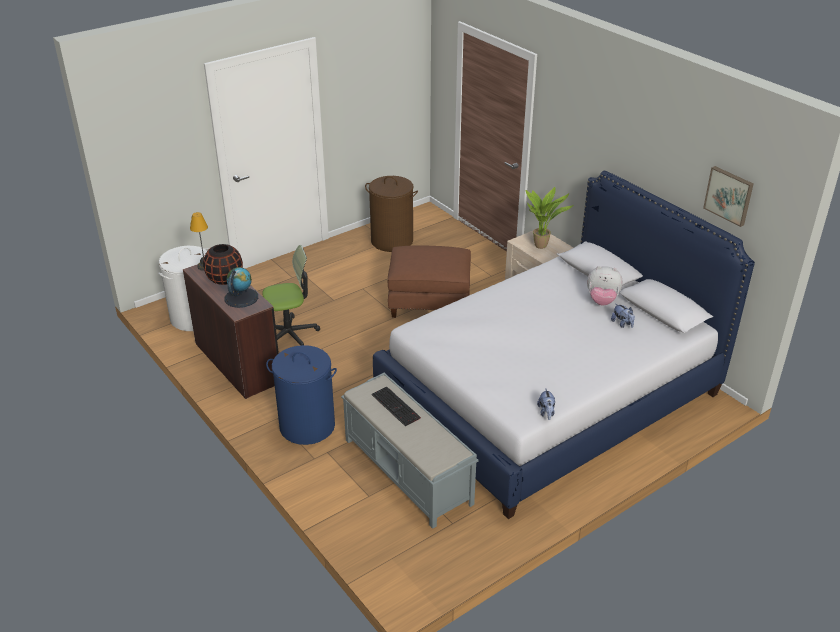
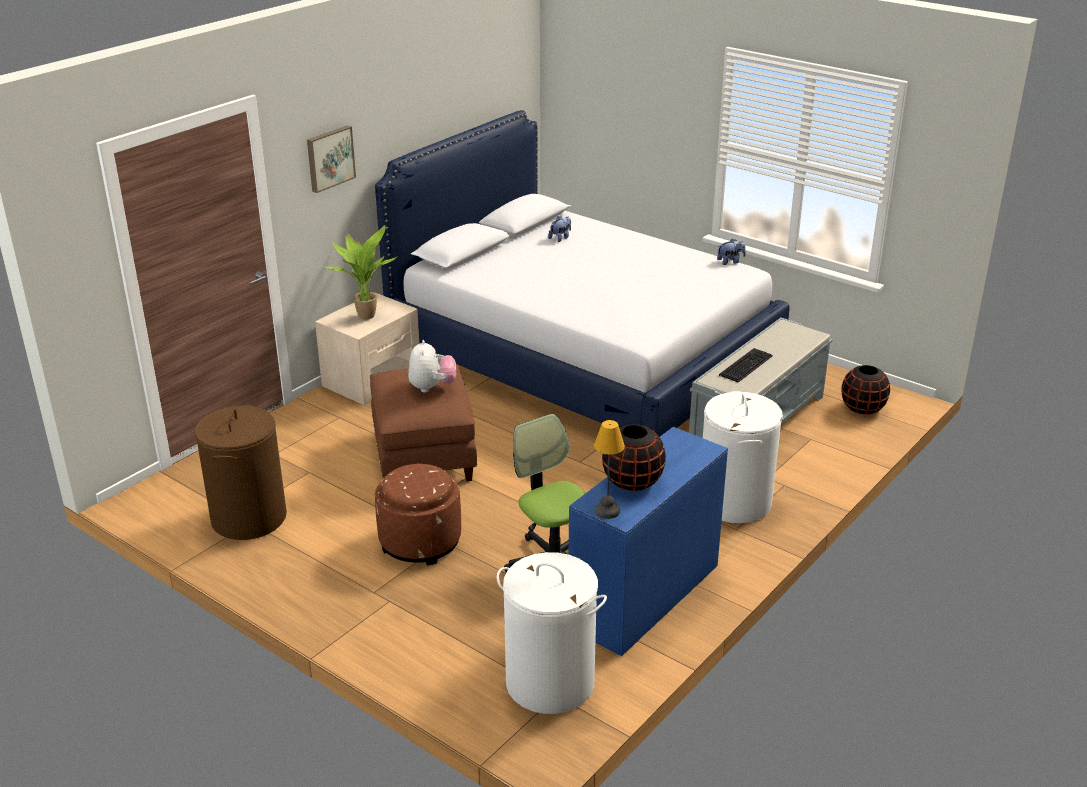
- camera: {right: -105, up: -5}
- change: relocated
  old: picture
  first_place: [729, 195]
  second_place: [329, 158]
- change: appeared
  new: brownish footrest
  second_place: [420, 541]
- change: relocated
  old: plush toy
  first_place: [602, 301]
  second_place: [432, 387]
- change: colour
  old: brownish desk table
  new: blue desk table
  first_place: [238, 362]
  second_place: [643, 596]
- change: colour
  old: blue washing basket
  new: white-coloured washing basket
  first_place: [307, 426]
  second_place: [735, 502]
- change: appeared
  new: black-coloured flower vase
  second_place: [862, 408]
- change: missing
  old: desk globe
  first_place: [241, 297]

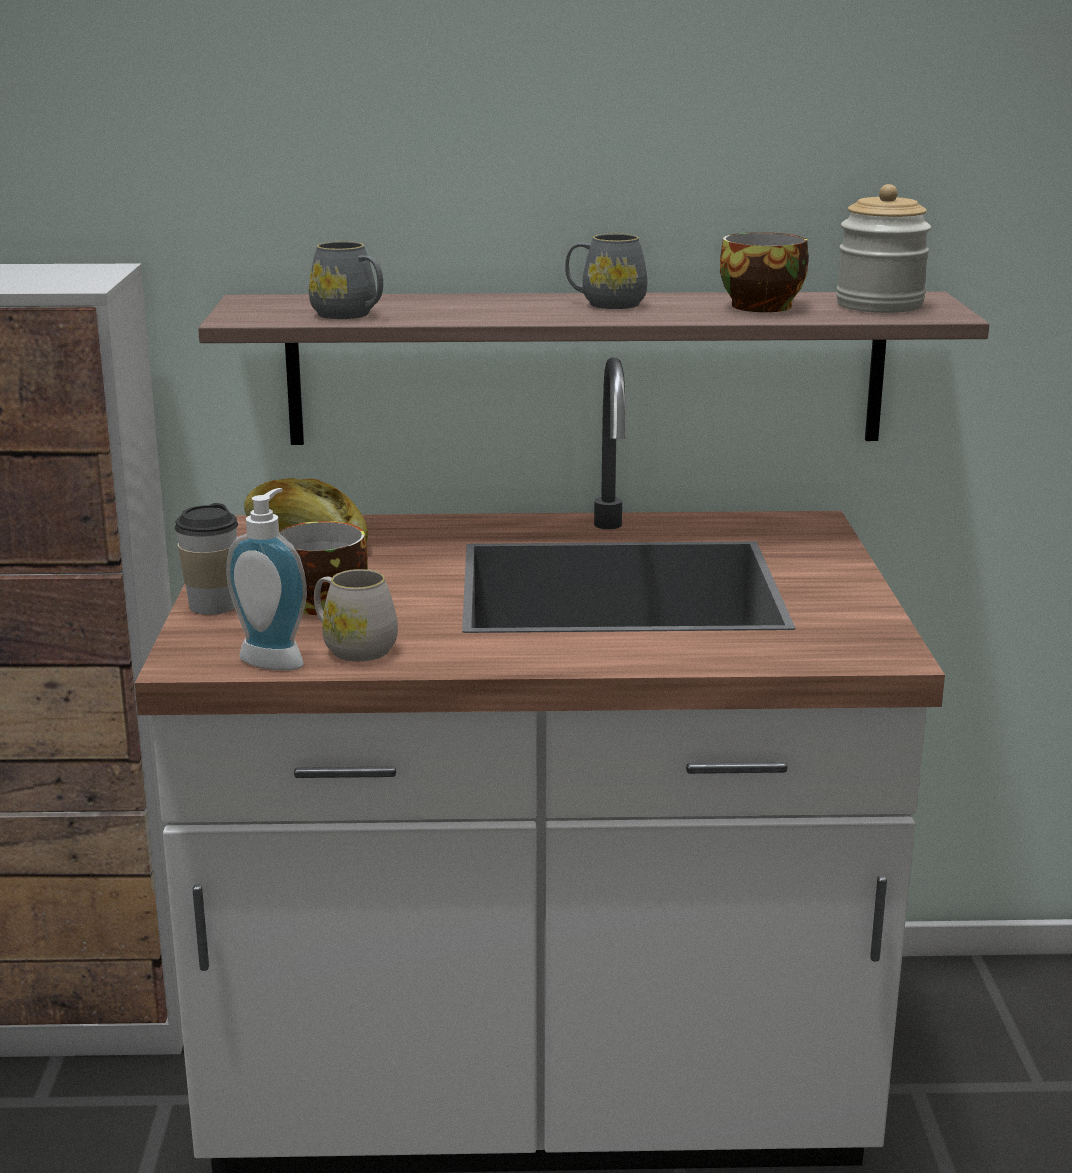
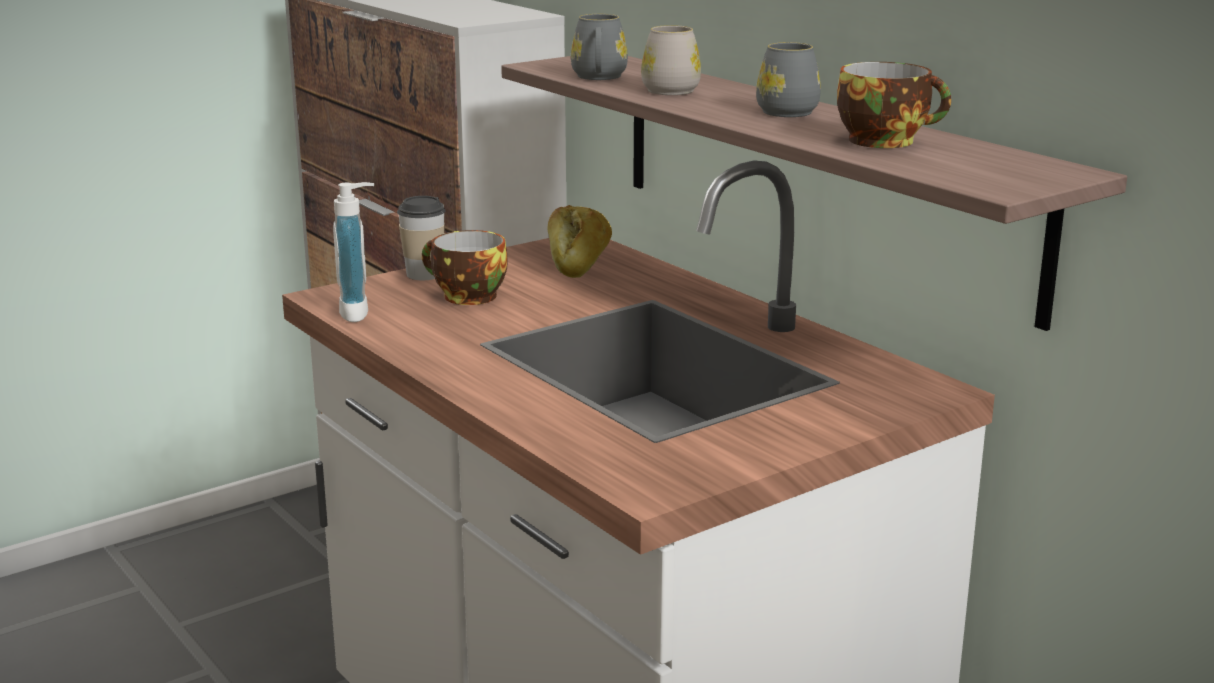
- camera: {right: 55, up: 0}
- change: relocated
  old: white-coloured tea mug
  first_place: [353, 648]
  second_place: [670, 89]
- change: missing
  old: preserve jar
  first_place: [879, 305]

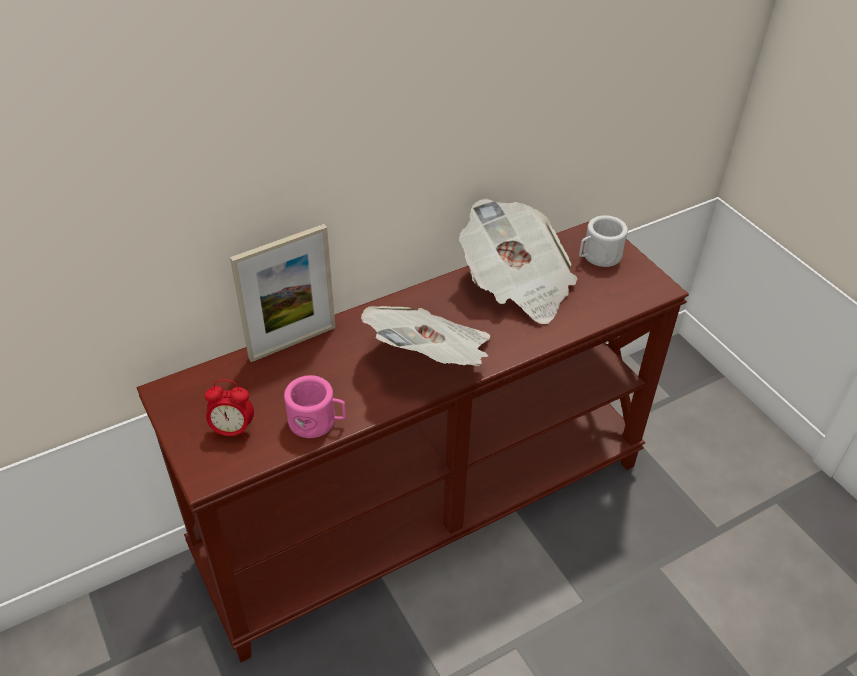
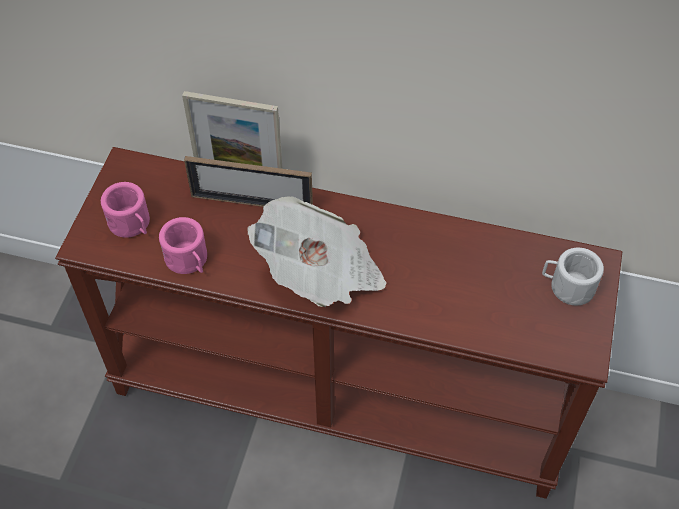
- camera: {right: 45, up: 10}
- change: exchanged
  old: bedside clock
  new: pink-coloured tea mug
  first_place: [232, 430]
  second_place: [132, 224]
- change: appeared
  new: photo frame
  second_place: [251, 203]
- change: missing
  old: printed paper
  first_place: [517, 285]

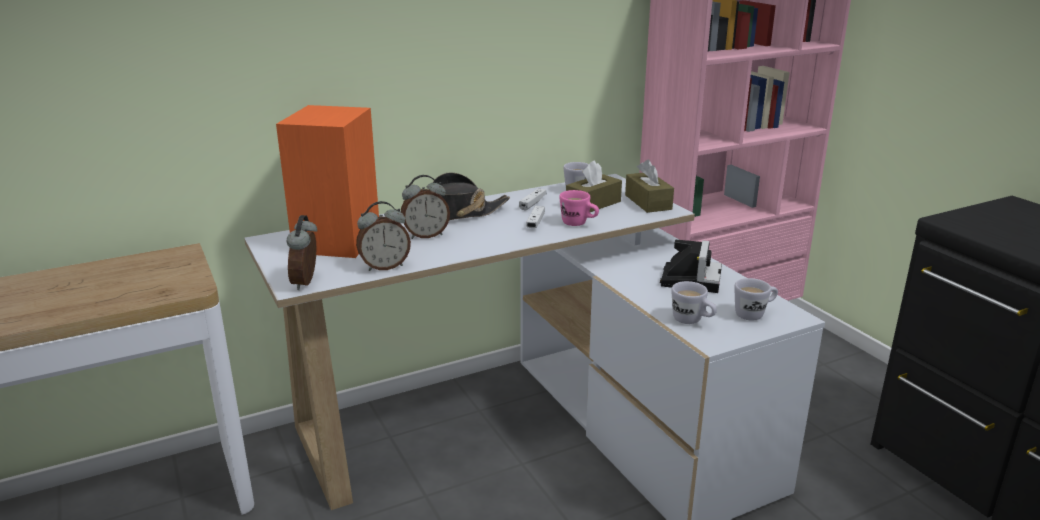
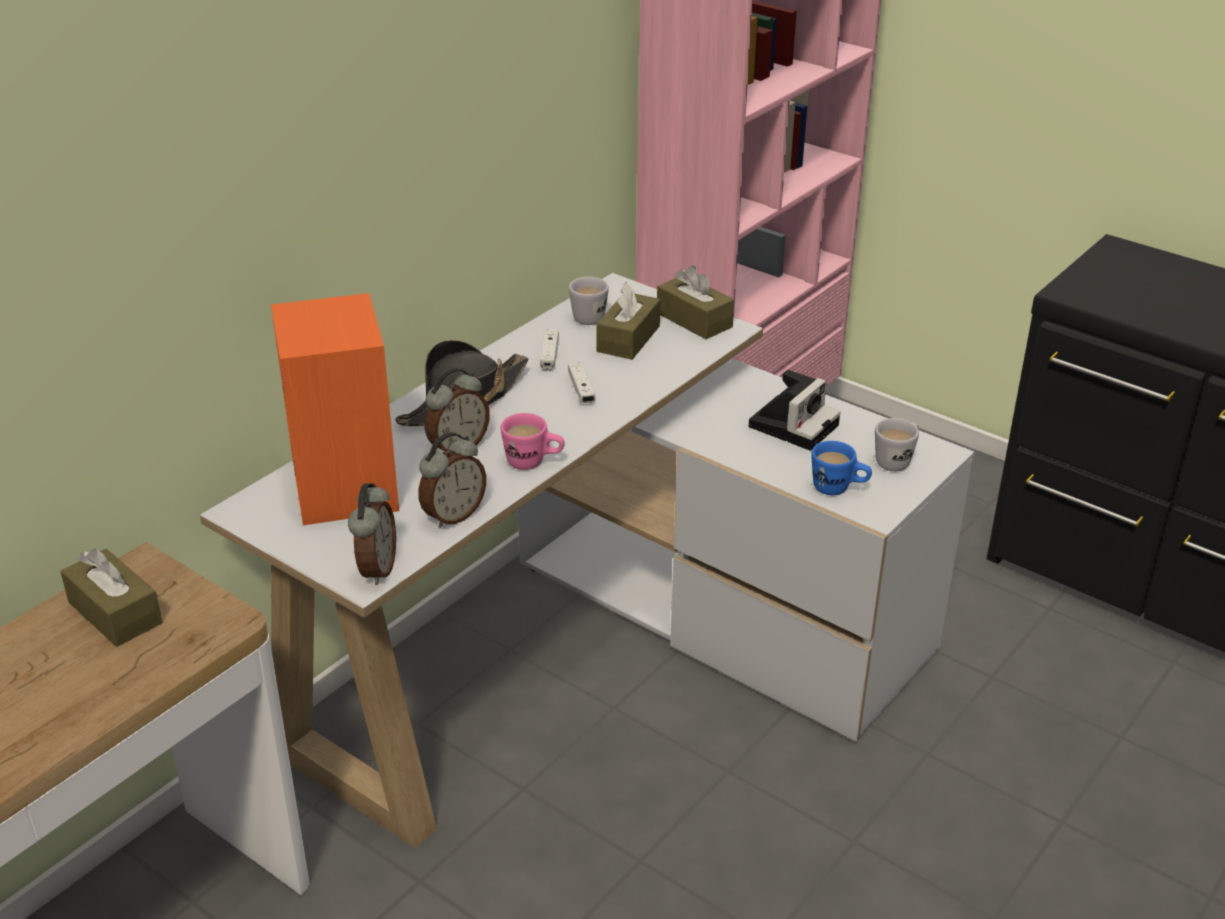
- camera: {right: -25, up: 10}
- change: appeared
  new: brownish box of tissues
  second_place: [115, 613]
- change: spun
  old: bedside clock
  first_place: [307, 282]
  second_place: [376, 569]
  degrees: -150
- change: relocated
  old: pink-coloured tea mug
  first_place: [579, 224]
  second_place: [533, 463]
- change: spun
  old: photo camera
  first_place: [690, 279]
  second_place: [794, 424]
  degrees: 45
- change: colour
  old: white-coloured tea mug
  new: blue tea mug
  first_place: [692, 321]
  second_place: [838, 489]

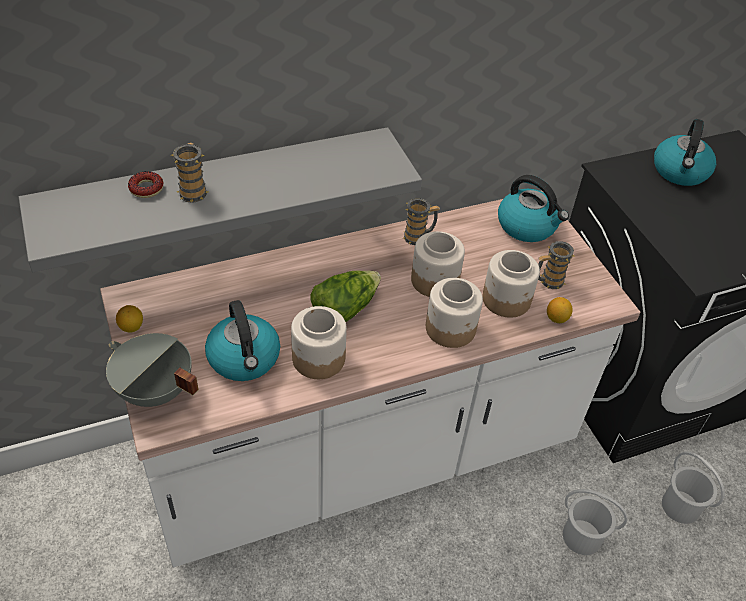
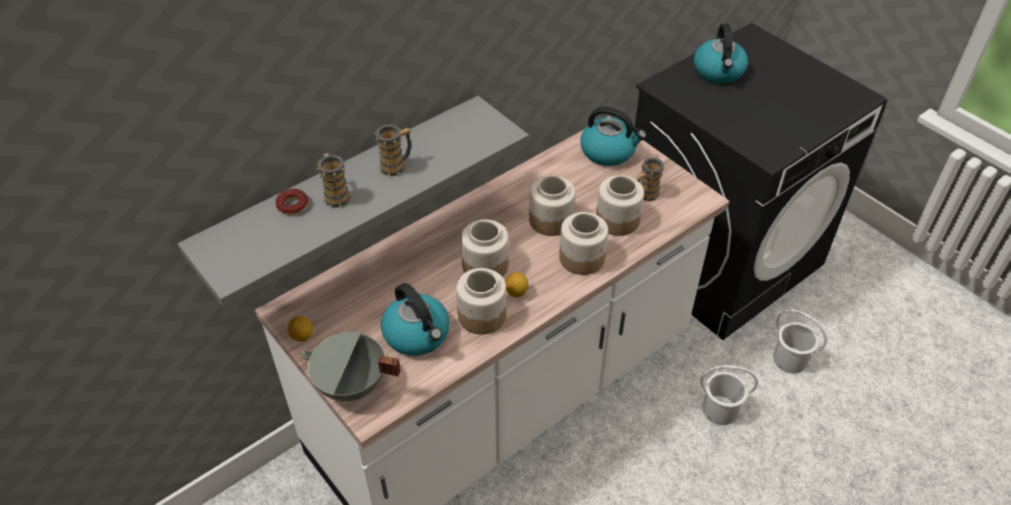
- camera: {right: -15, up: 0}
- change: relocated
  old: tea mug
  first_place: [419, 237]
  second_place: [396, 166]
- change: exchanged
  old: head of lettuce
  new: preserve jar
  first_place: [344, 308]
  second_place: [484, 266]
- change: relocated
  old: citrus fruit
  first_place: [557, 318]
  second_place: [516, 292]

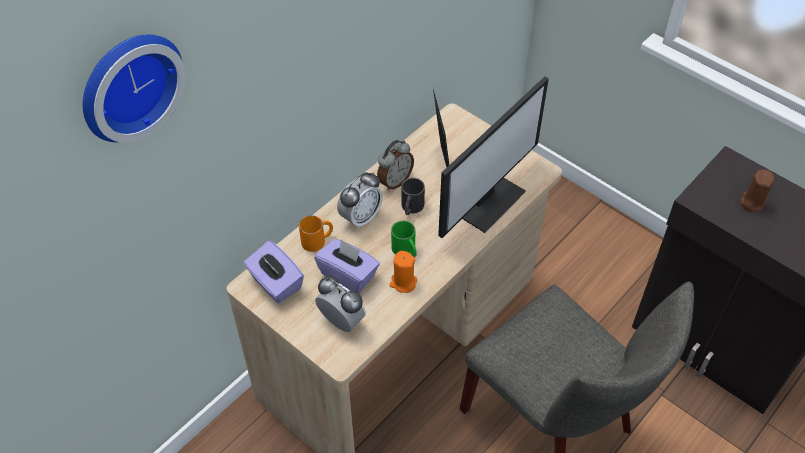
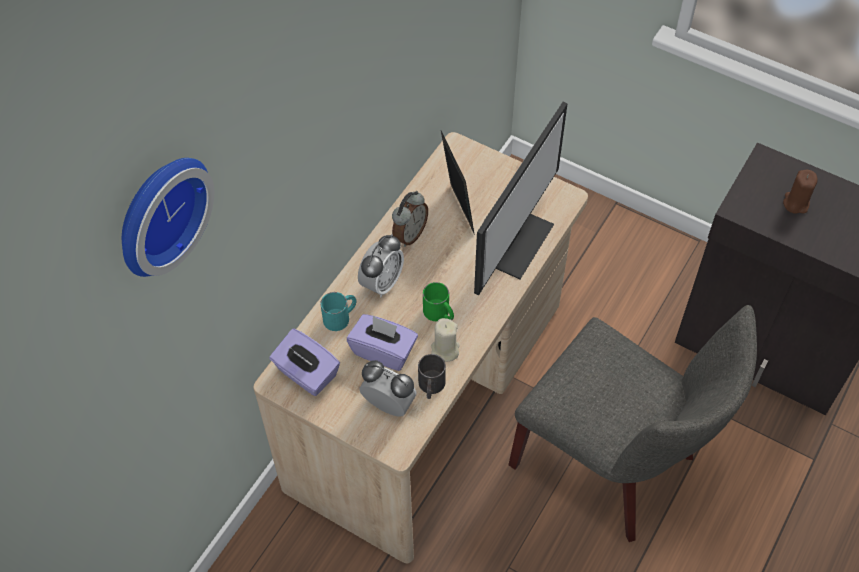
- camera: {right: -10, up: 5}
- change: colour
  old: orange-coloured tea mug
  new: turquoise-coloured tea mug
  first_place: [317, 240]
  second_place: [341, 317]
- change: relocated
  old: black-coloured tea mug
  first_place: [411, 208]
  second_place: [431, 387]
- change: colour
  old: orange-coloured wax candle
  new: sand-coloured wax candle
  first_place: [403, 282]
  second_place: [445, 350]

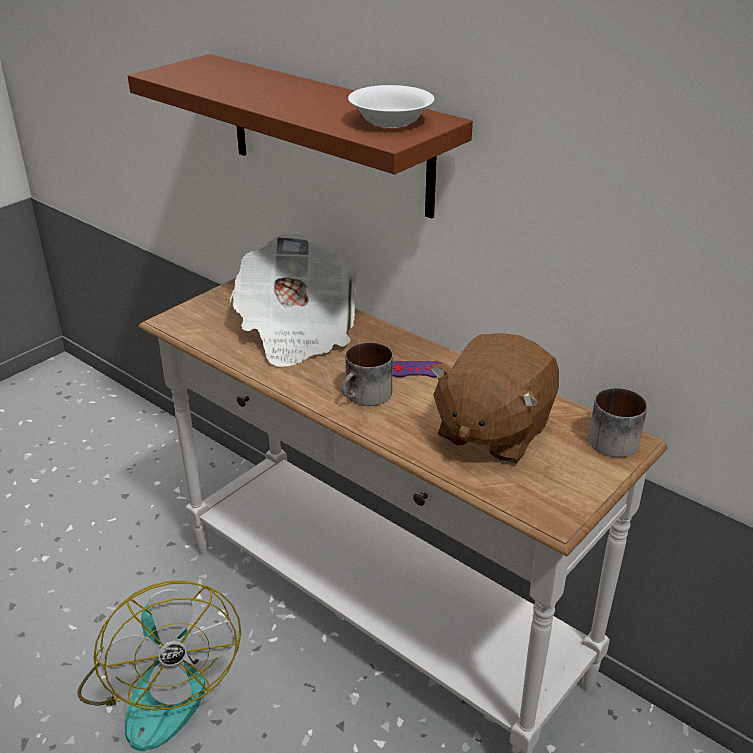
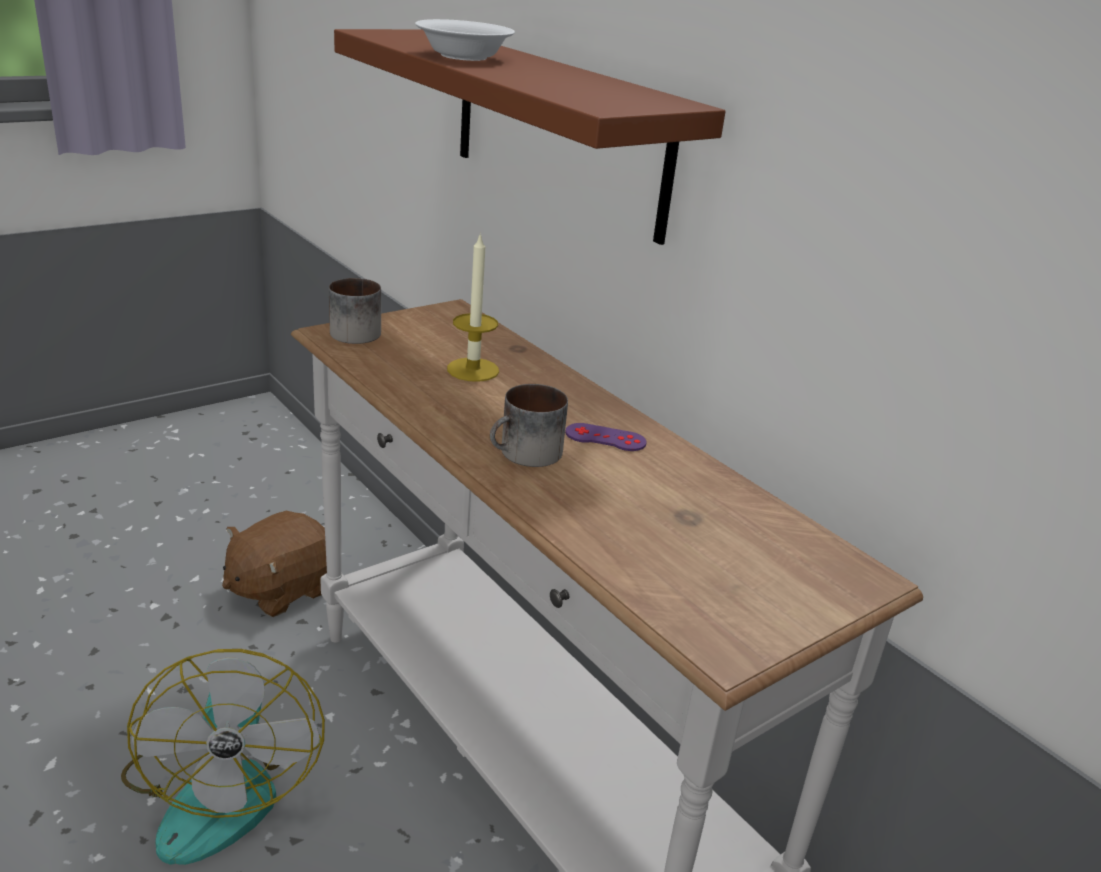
- camera: {right: 10, up: -5}
- change: relocated
  old: brownish plush toy
  first_place: [492, 431]
  second_place: [280, 589]
- change: relocated
  old: tea mug
  first_place: [608, 438]
  second_place: [354, 330]
- change: relocated
  old: white-coloured bowl
  first_place: [390, 121]
  second_place: [463, 56]
- change: exchanged
  old: printed paper
  new: wax candle
  first_place: [296, 331]
  second_place: [473, 370]

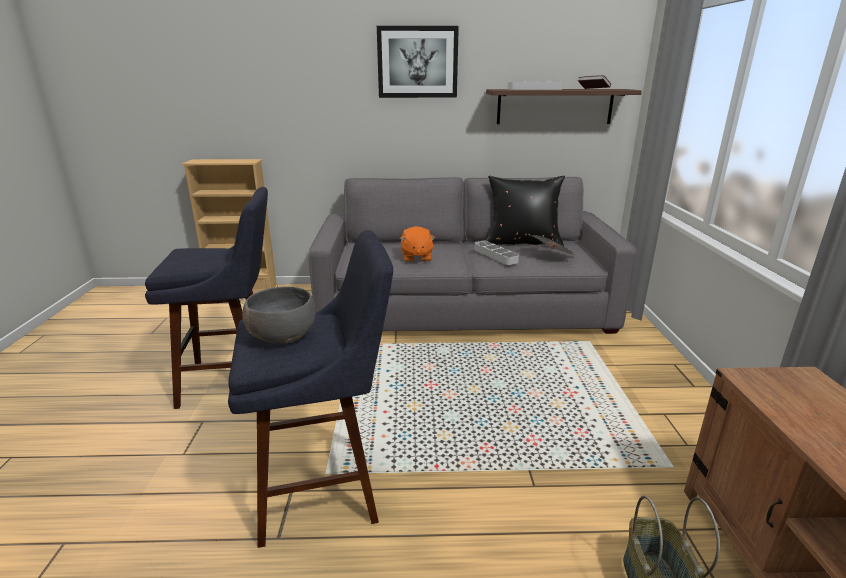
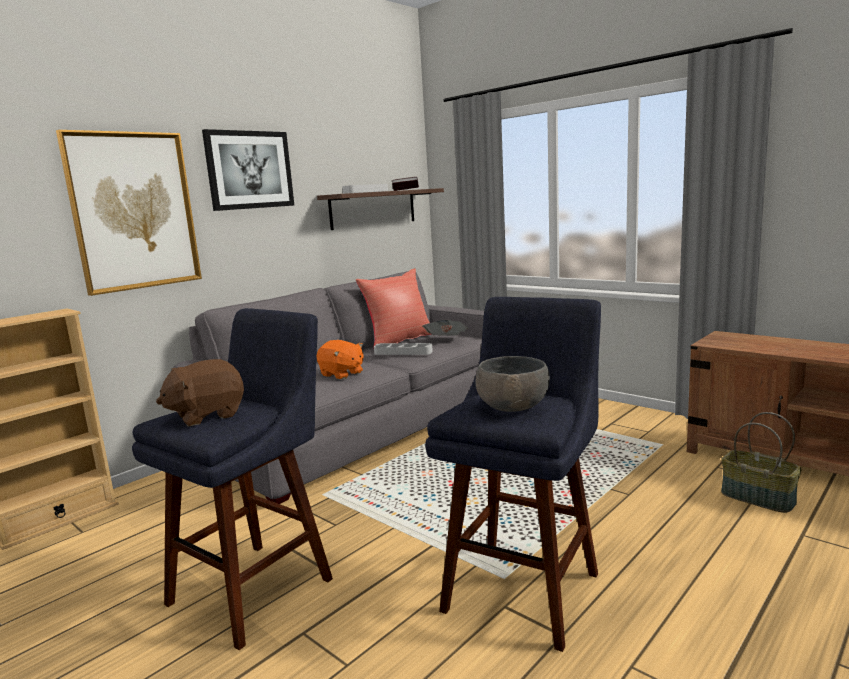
- camera: {right: -45, up: -10}
- change: appeared
  new: picture
  second_place: [134, 211]
- change: appeared
  new: brownish plush toy
  second_place: [207, 415]
- change: colour
  old: black-coloured throw pillow
  new: reddish throw pillow
  first_place: [522, 243]
  second_place: [399, 340]

